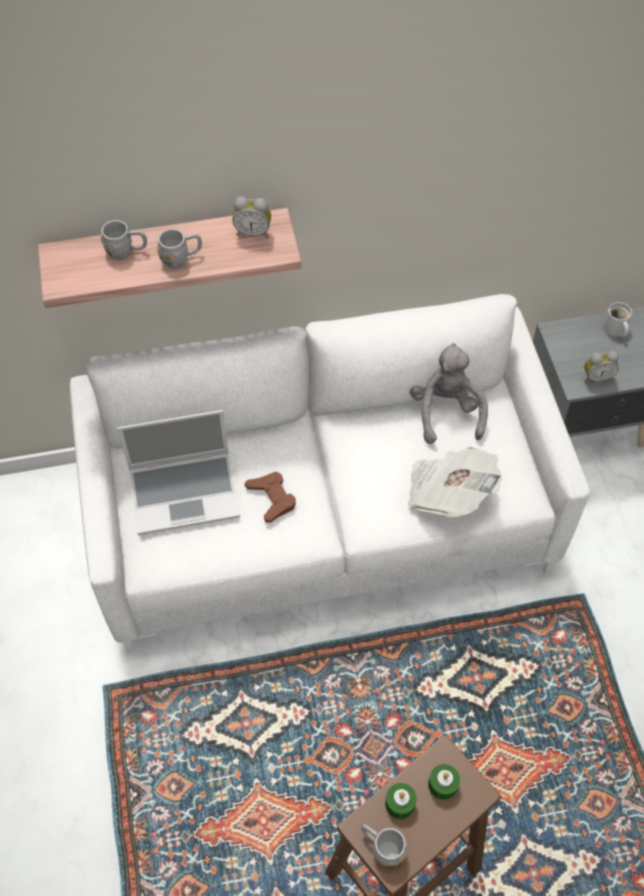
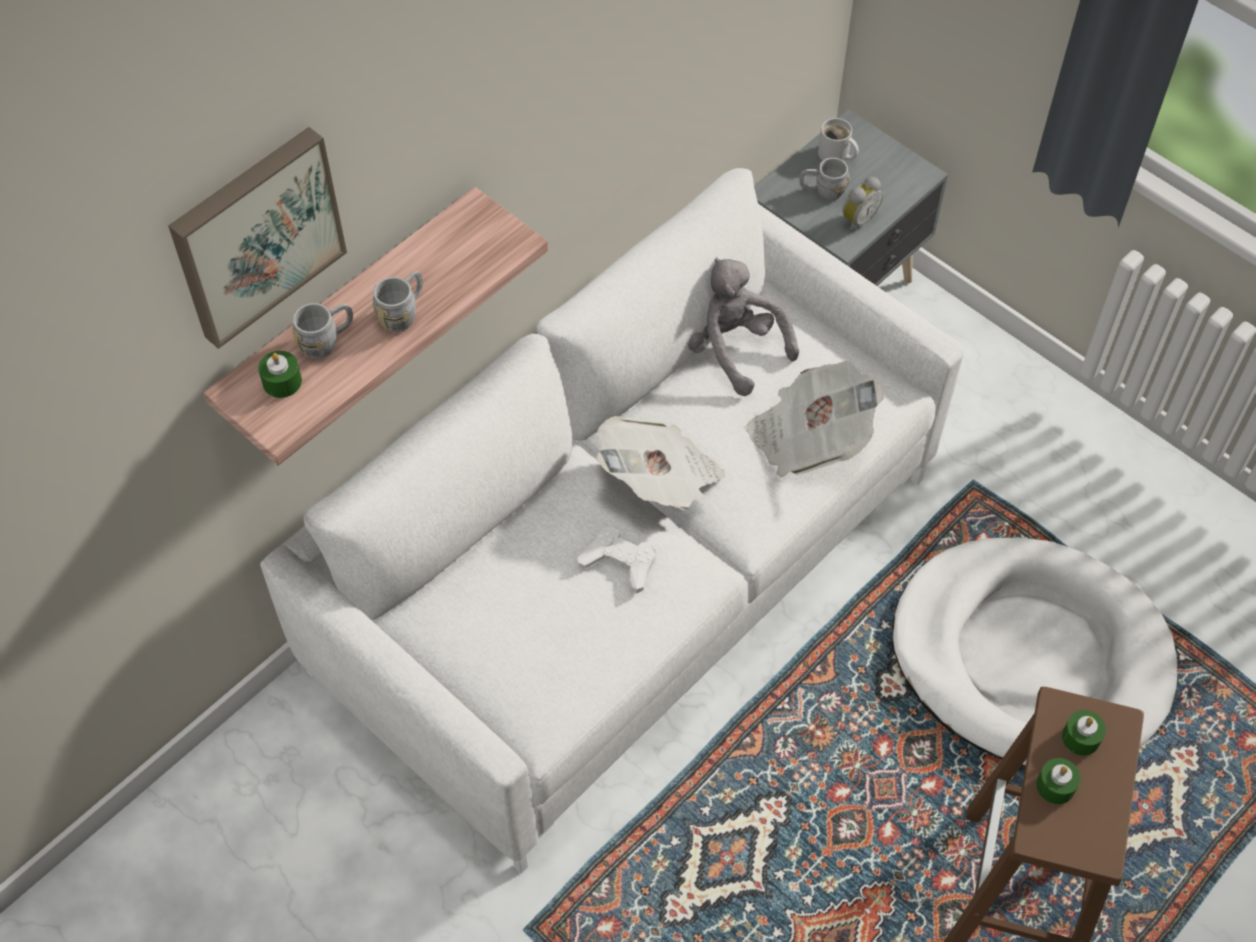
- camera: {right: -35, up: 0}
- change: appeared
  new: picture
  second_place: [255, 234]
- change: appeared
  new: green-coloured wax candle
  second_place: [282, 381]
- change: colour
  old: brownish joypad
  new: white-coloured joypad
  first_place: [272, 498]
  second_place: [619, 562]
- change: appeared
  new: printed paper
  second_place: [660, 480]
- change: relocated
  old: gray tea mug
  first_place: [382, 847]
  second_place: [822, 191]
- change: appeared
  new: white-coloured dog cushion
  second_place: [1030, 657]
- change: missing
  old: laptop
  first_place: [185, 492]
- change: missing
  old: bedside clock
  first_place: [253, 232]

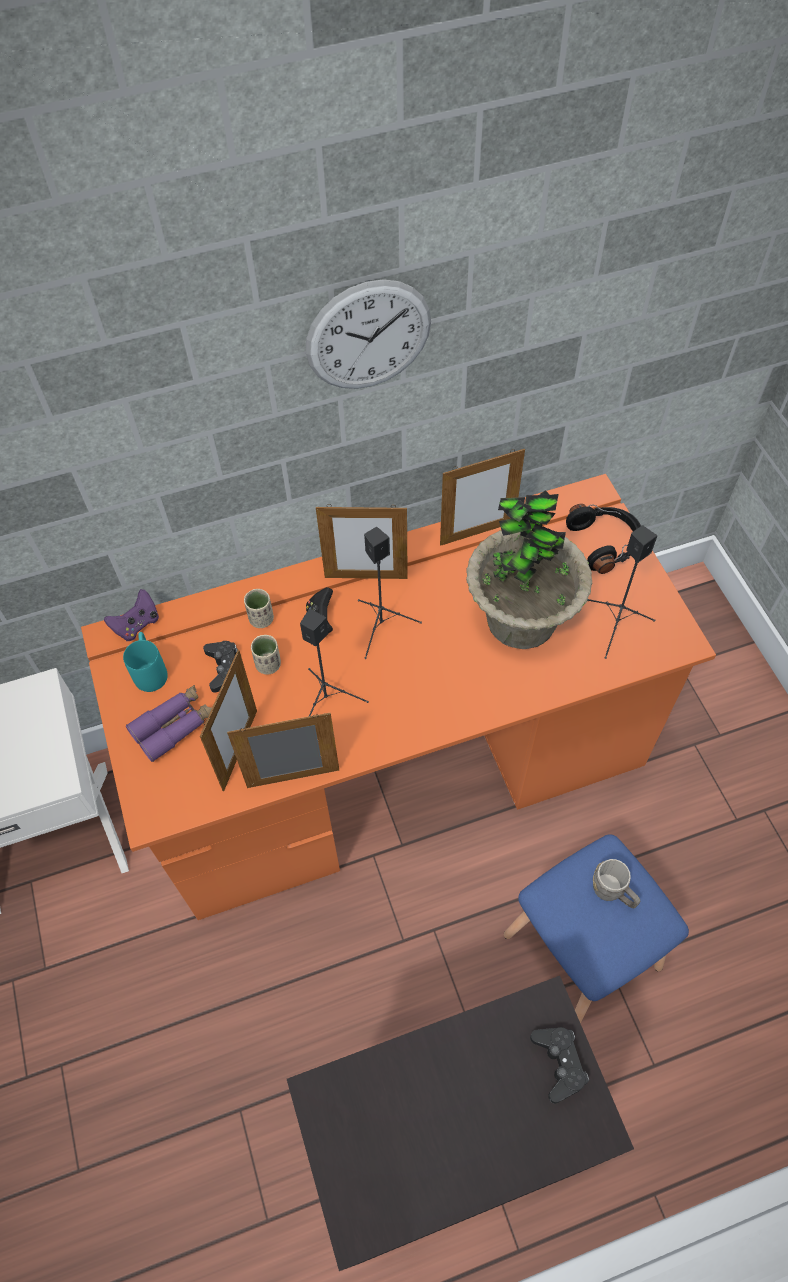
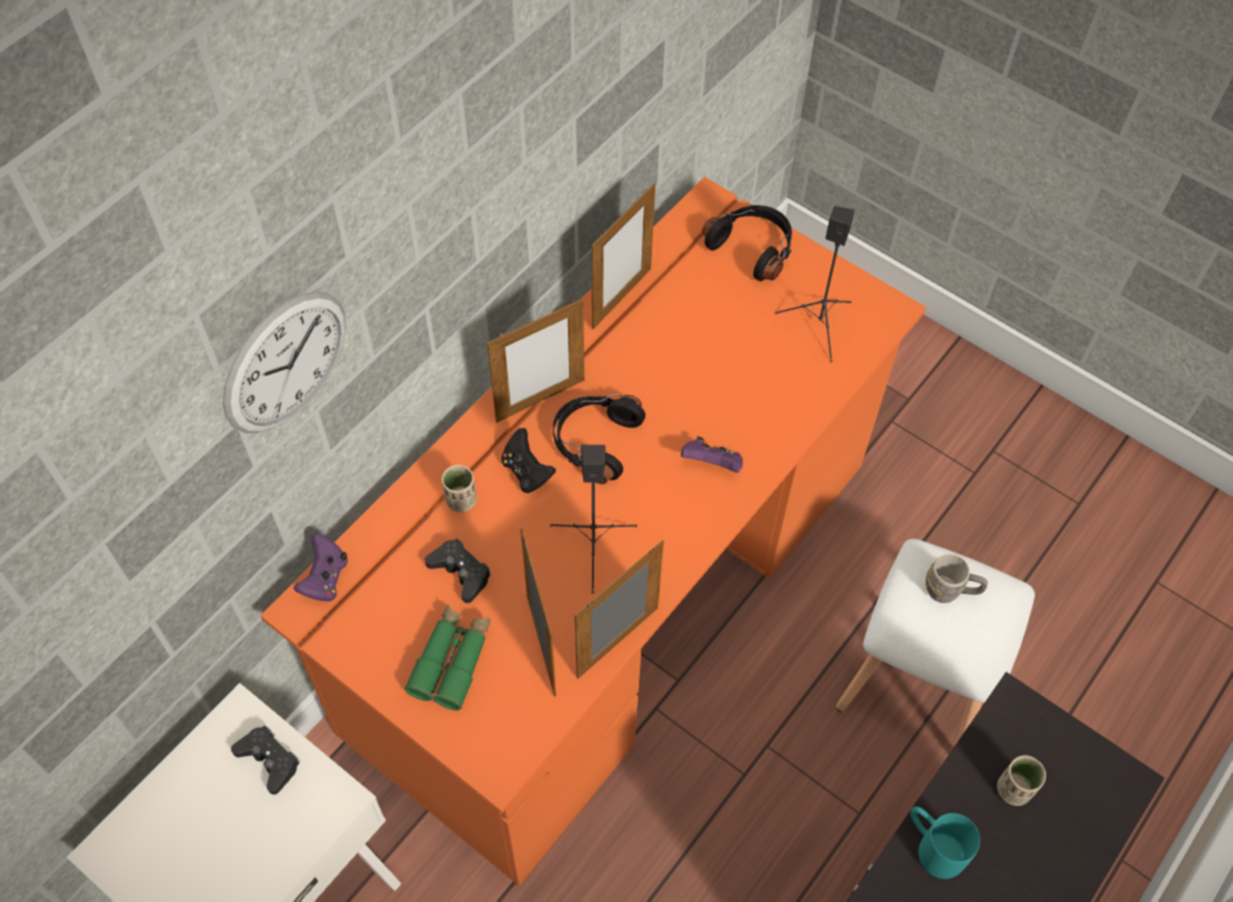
- camera: {right: -35, up: 0}
- change: relocated
  old: wall clock
  first_place: [368, 336]
  second_place: [285, 362]
- change: relocated
  old: black-coloured joypad
  first_place: [559, 1063]
  second_place: [269, 760]
- change: colour
  old: purple-coloured field glasses
  new: green-coloured field glasses
  first_place: [174, 726]
  second_place: [452, 661]
- change: exchanged
  old: black-coloured audio speaker
  new: black-coloured pair of headphones
  first_place: [382, 626]
  second_place: [594, 442]
- change: appeared
  new: purple-coloured joypad
  second_place: [712, 464]
- change: colour
  old: blue stool seat
  new: white-coloured stool seat
  first_place: [580, 953]
  second_place: [919, 683]
- change: relocated
  old: turquoise-coloured tea mug
  first_place: [150, 670]
  second_place: [932, 846]
- change: relocated
  old: sand-coloured drinking cup
  first_place: [268, 665]
  second_place: [1014, 789]
- change: missing
  old: plant in a pot
  first_place: [521, 620]

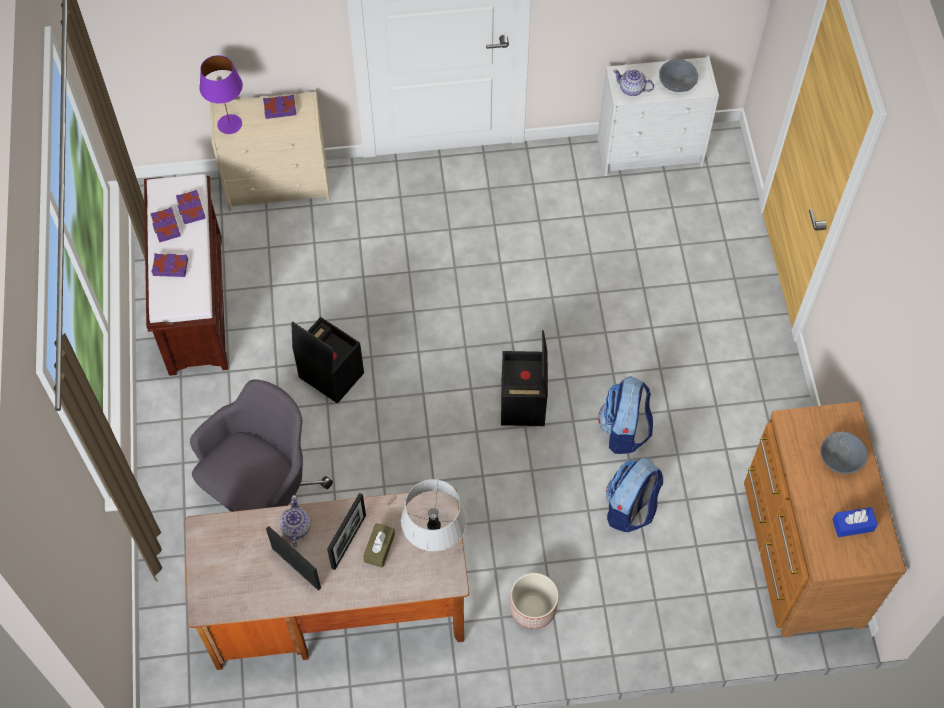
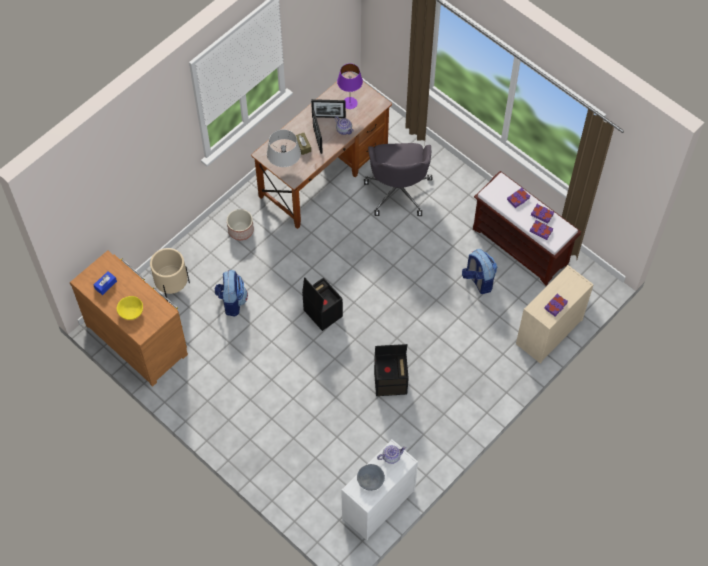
- camera: {right: 140, up: 0}
- change: colour
  old: gray bowl
  new: yellow-coloured bowl
  first_place: [840, 459]
  second_place: [131, 311]
- change: appeared
  new: sand-coloured flower pot
  second_place: [172, 287]
- change: relocated
  old: purple-coloured tabletop lamp
  first_place: [229, 124]
  second_place: [349, 103]
- change: relocated
  old: black-coloured storage bin
  first_place: [330, 375]
  second_place: [391, 382]
- change: relocated
  old: knapsack
  first_place: [624, 430]
  second_place: [478, 280]

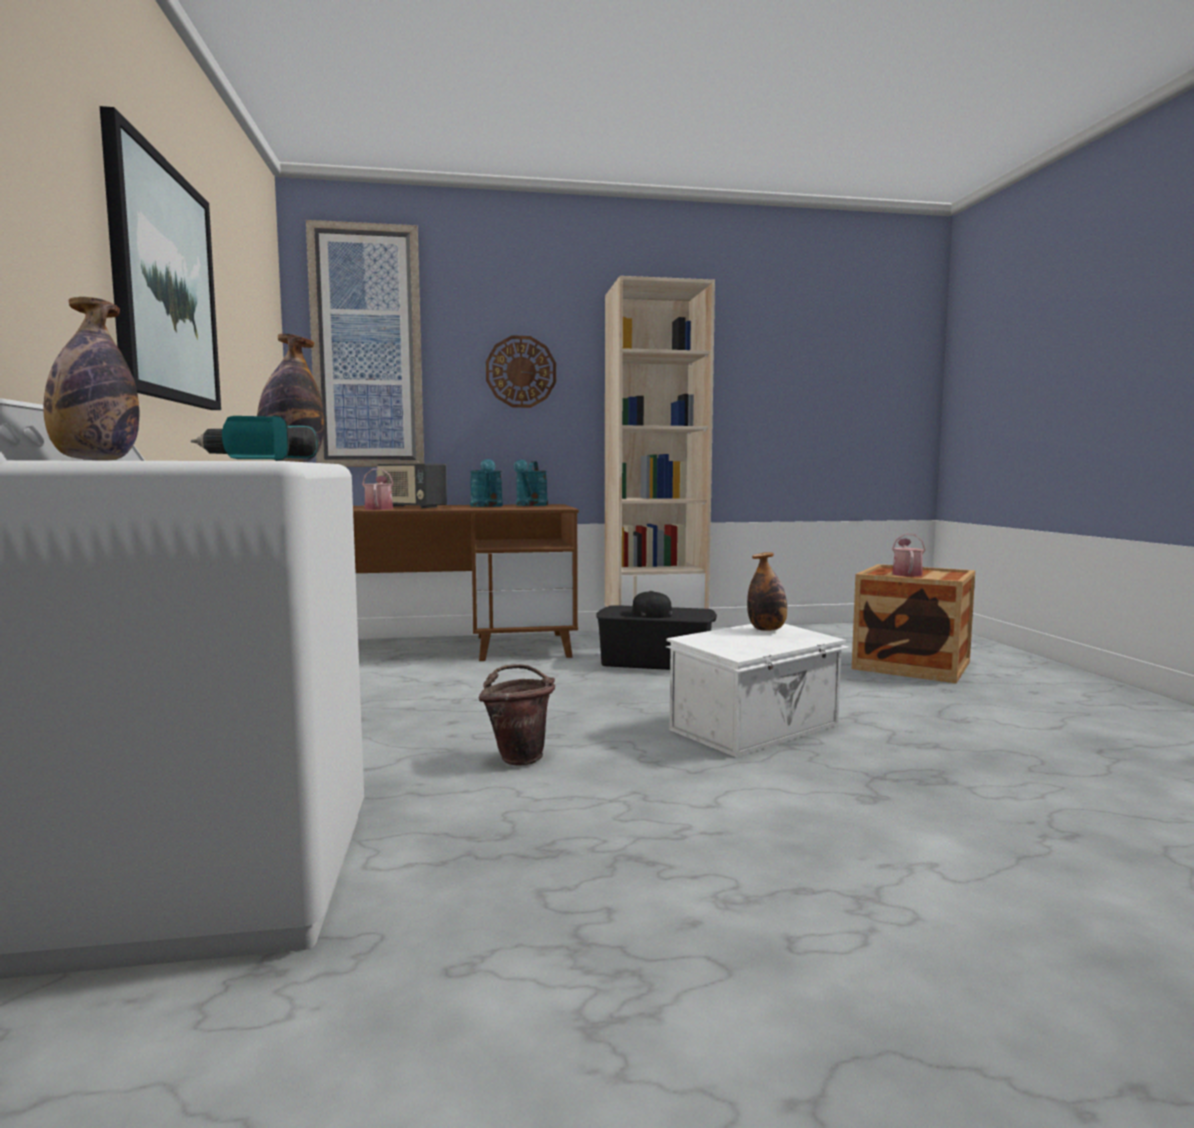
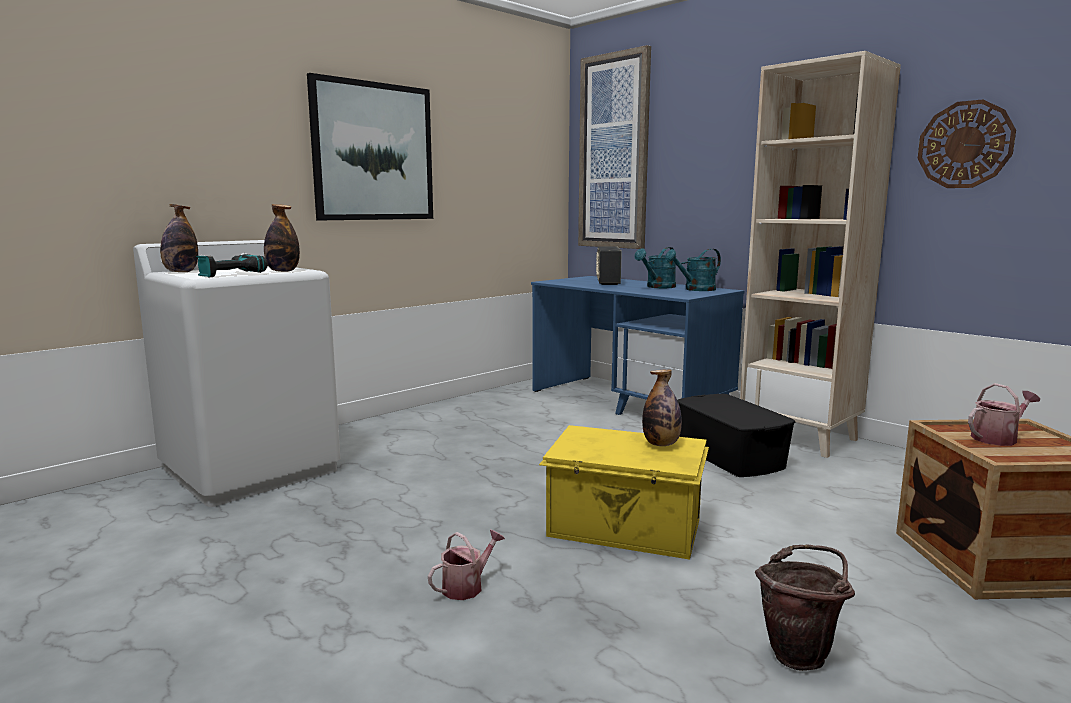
- camera: {right: 55, up: 5}
- change: relocated
  old: watering pot
  first_place: [379, 508]
  second_place: [467, 586]
- change: colour
  old: brownish desk table
  new: blue desk table
  first_place: [458, 649]
  second_place: [630, 401]
- change: colour
  old: white-coloured storage bin
  new: yellow-coloured storage bin
  first_place: [757, 728]
  second_place: [625, 529]
- change: relocated
  old: brownish bucket
  first_place: [519, 756]
  second_place: [800, 653]
- change: relocated
  old: wall clock
  first_place: [521, 372]
  second_place: [965, 145]
- change: missing
  old: black-coloured baseball cap
  first_place: [645, 614]

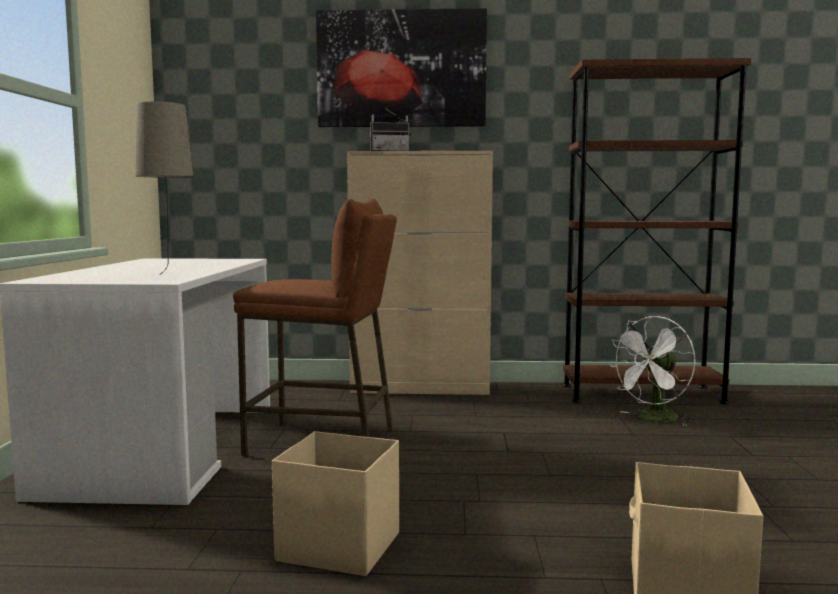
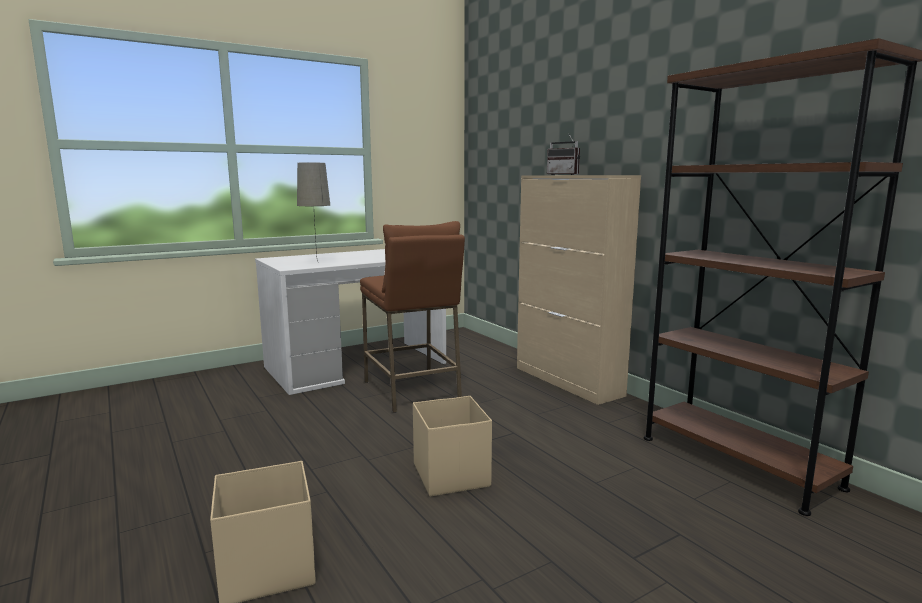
- camera: {right: 55, up: 5}
- change: relocated
  old: sand-coloured storage bin
  first_place: [338, 546]
  second_place: [451, 474]
- change: missing
  old: picture
  first_place: [401, 69]
- change: missing
  old: white-coloured electric fan
  first_place: [653, 419]

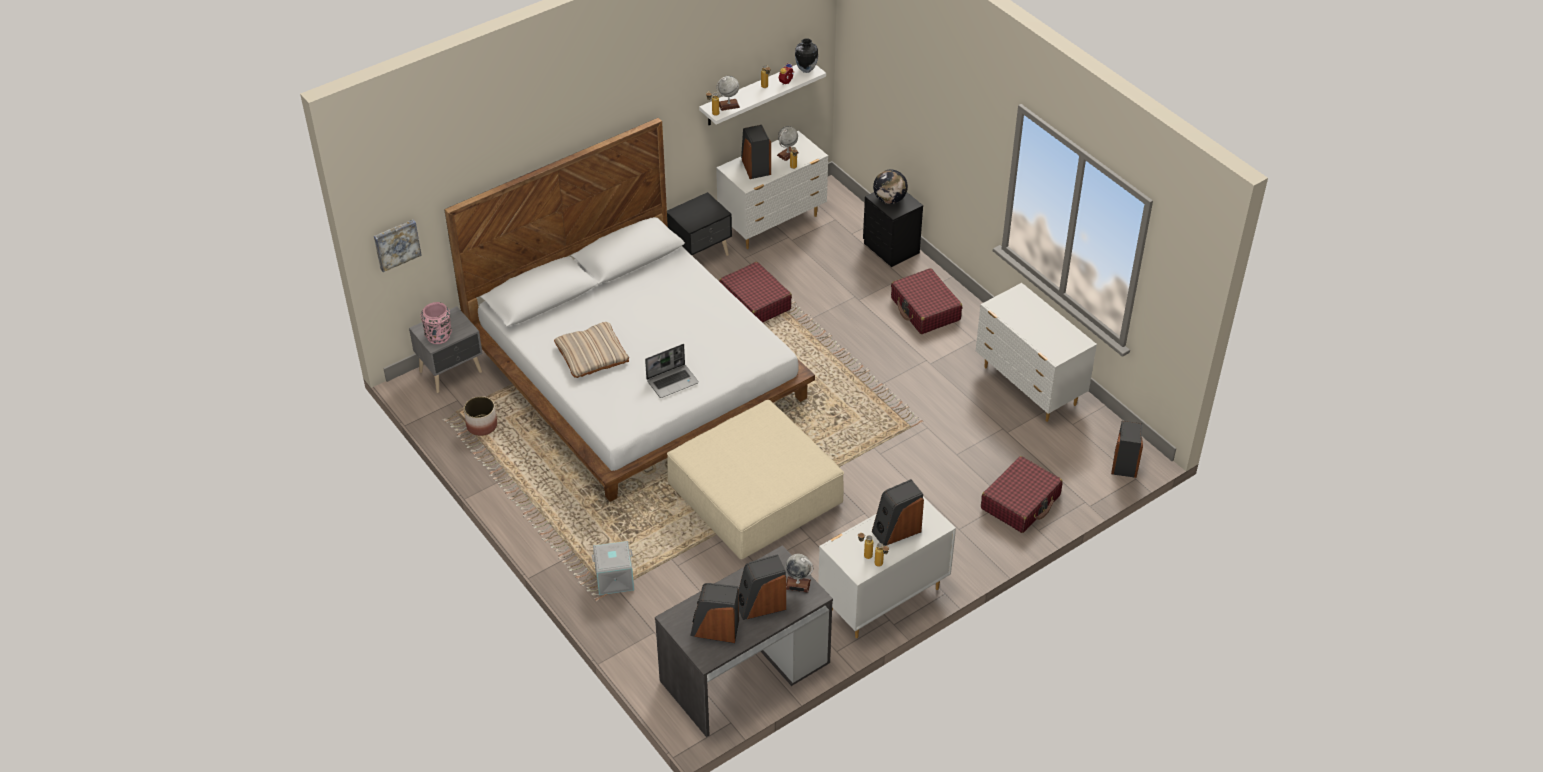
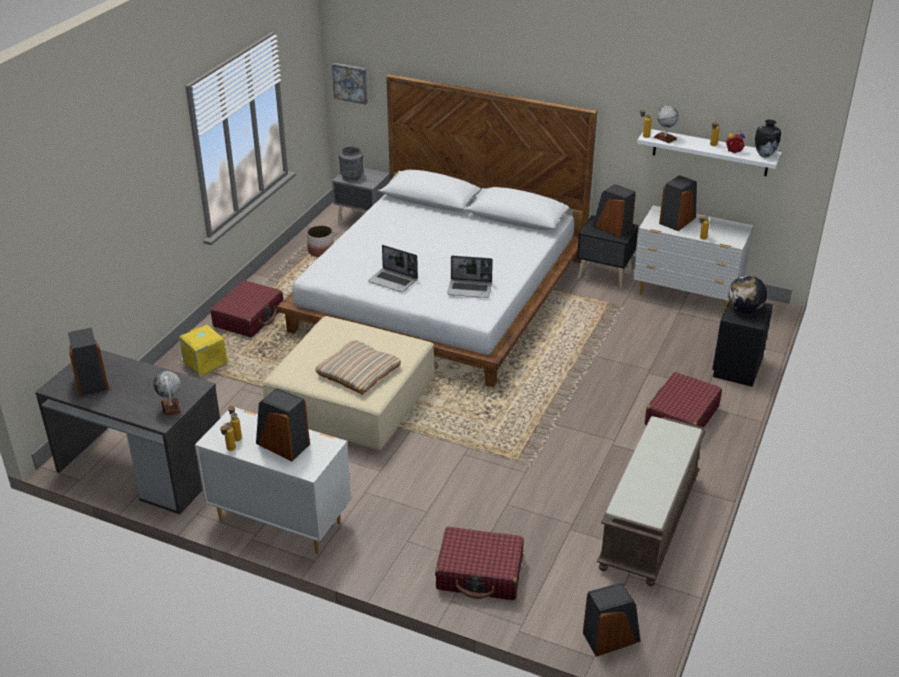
- camera: {right: 60, up: -10}
- change: colour
  old: gray storage bin
  new: yellow-coloured storage bin
  first_place: [614, 579]
  second_place: [204, 363]
- change: relocated
  old: reddish piece of luggage
  first_place: [755, 302]
  second_place: [249, 317]
- change: relocated
  old: sand-coloured throw pillow
  first_place: [592, 354]
  second_place: [358, 372]
- change: colour
  old: pink-coloured flower vase
  new: gray flower vase
  first_place: [439, 336]
  second_place: [352, 177]
- change: appeared
  new: laptop
  second_place: [470, 289]
- change: relocated
  old: audio speaker
  first_place: [761, 605]
  second_place: [612, 228]
- change: exchanged
  old: white-coloured drawer chest
  new: brownish long seat
  first_place: [1029, 387]
  second_place: [650, 523]
- change: missing
  old: desk globe
  first_place: [787, 154]

